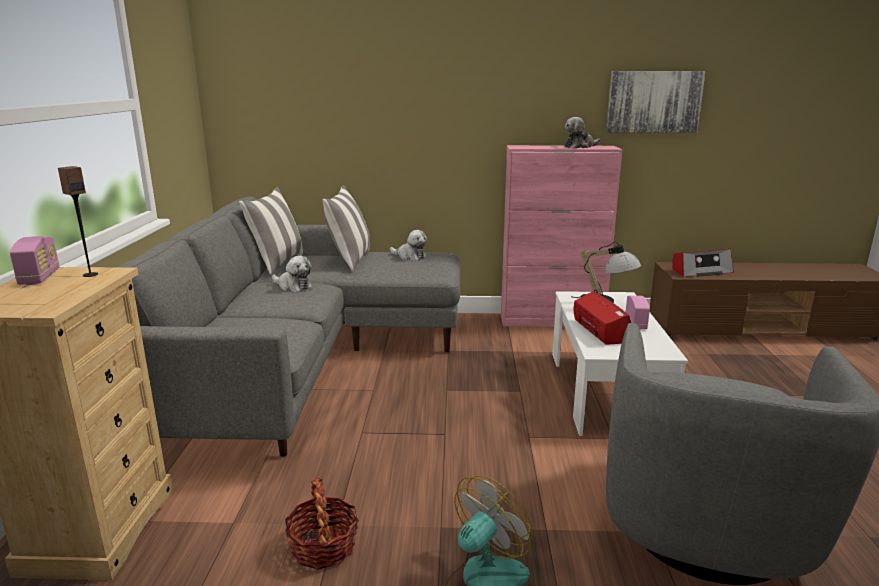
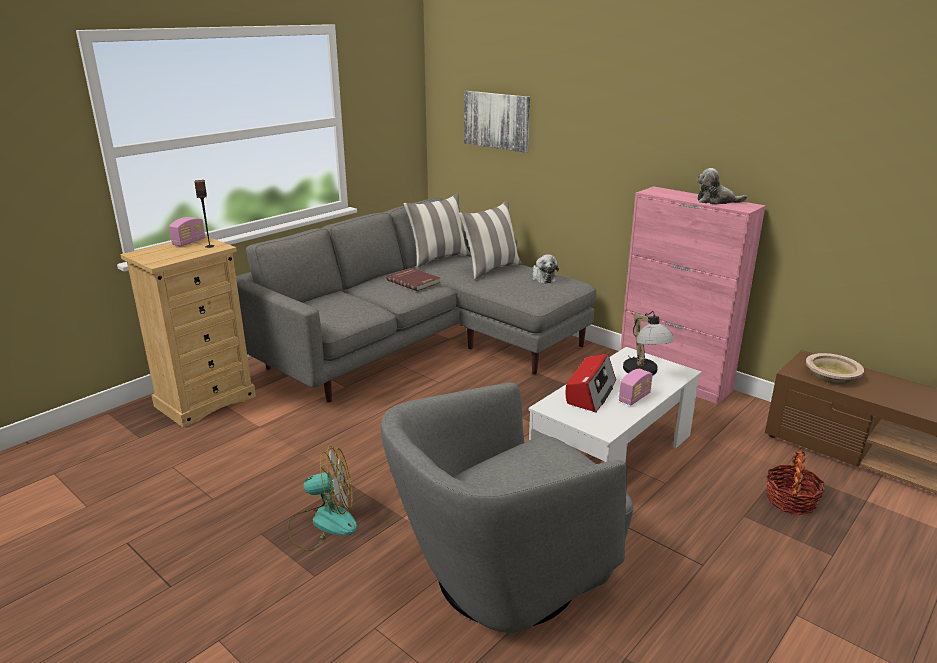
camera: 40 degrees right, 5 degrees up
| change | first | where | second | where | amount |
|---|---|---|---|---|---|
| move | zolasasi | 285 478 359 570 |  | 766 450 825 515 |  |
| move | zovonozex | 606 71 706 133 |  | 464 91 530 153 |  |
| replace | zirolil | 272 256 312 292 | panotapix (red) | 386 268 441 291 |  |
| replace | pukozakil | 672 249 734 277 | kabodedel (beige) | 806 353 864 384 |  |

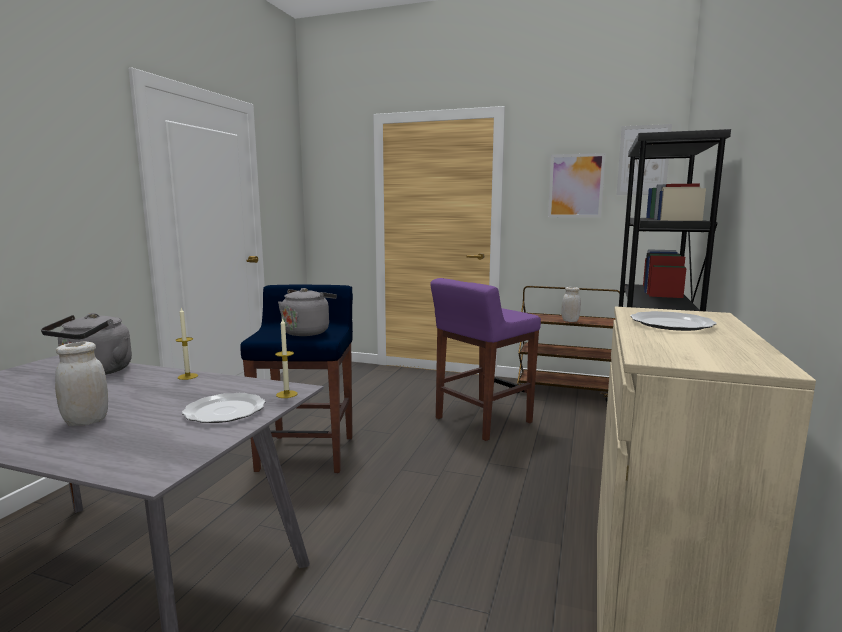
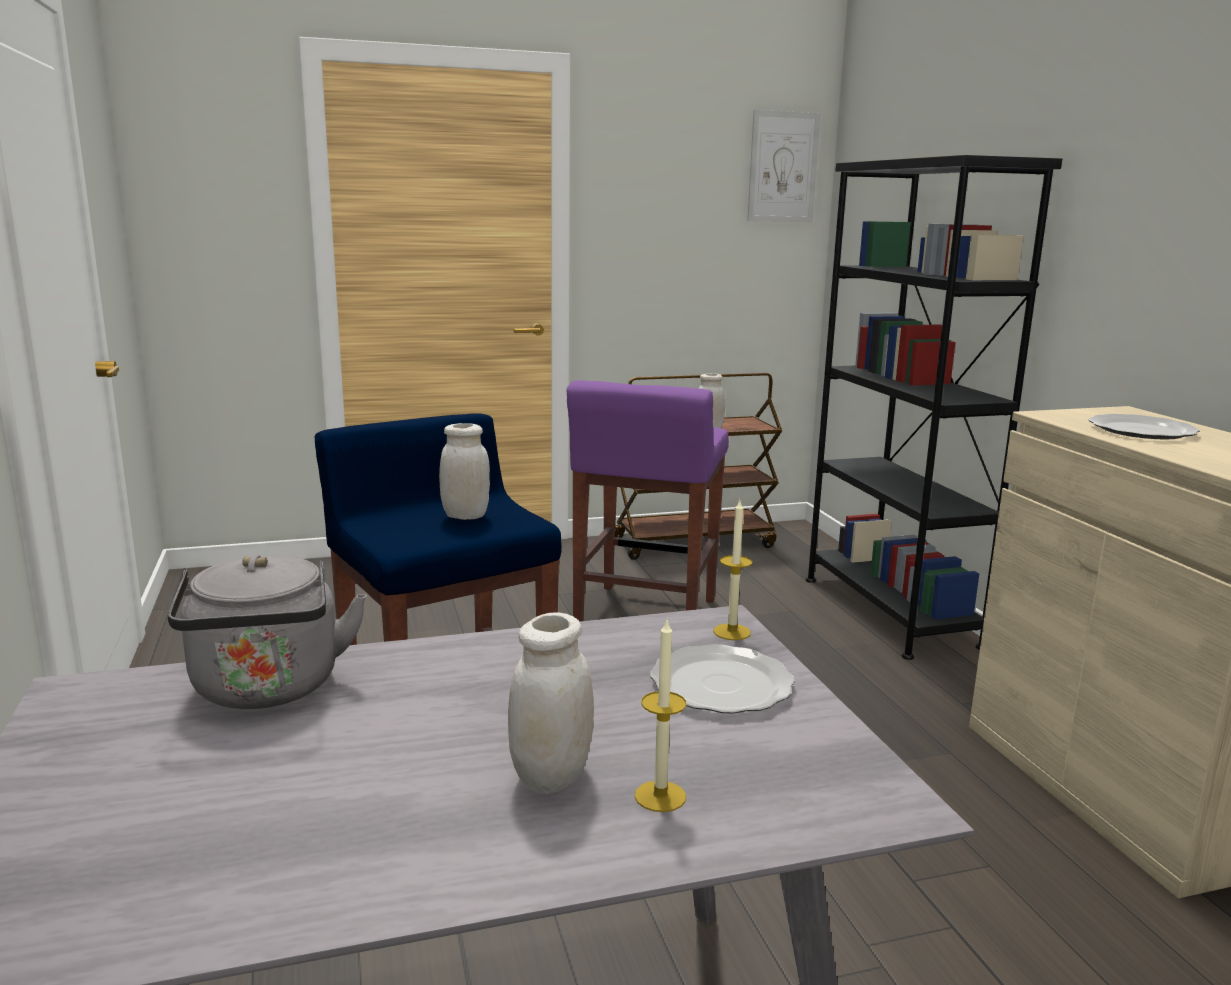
camera: 35 degrees left, 5 degrees up
| change | first | where | second | where | amount |
|---|---|---|---|---|---|
| delete | zovonozex | 548 153 606 218 |  |  |  |
| move | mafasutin | 176 308 198 380 |  | 635 620 686 812 |  |
| replace | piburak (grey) | 278 288 337 336 | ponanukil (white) | 439 423 490 520 |  |

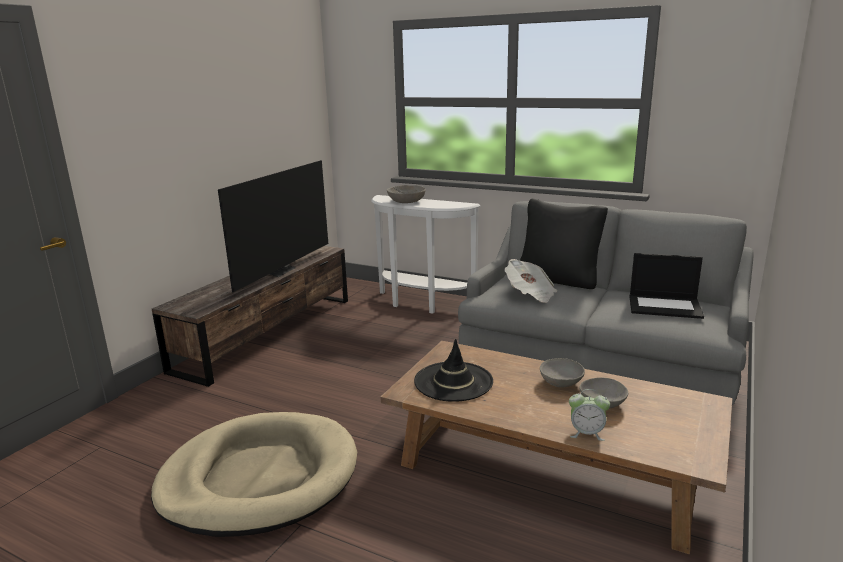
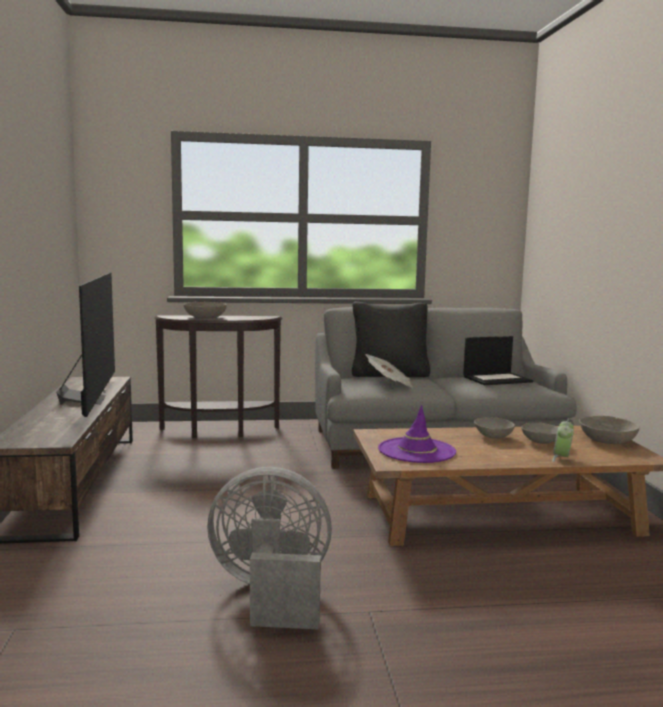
camera: 35 degrees left, 10 degrees down
| change | first | where | second | where | amount |
|---|---|---|---|---|---|
| insert |  |  | kabodedel (grey) | 579 416 639 444 |  |
| replace | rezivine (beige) | 151 412 357 537 | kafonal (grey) | 207 467 332 630 |  |
| recolor | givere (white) | 371 195 480 314 | givere (brown) | 155 315 283 438 |  |
| recolor | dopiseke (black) | 414 339 493 402 | dopiseke (purple) | 378 405 456 463 |  |
| rotate | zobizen | 569 389 610 441 |  | 552 418 574 462 | 135 degrees clockwise |

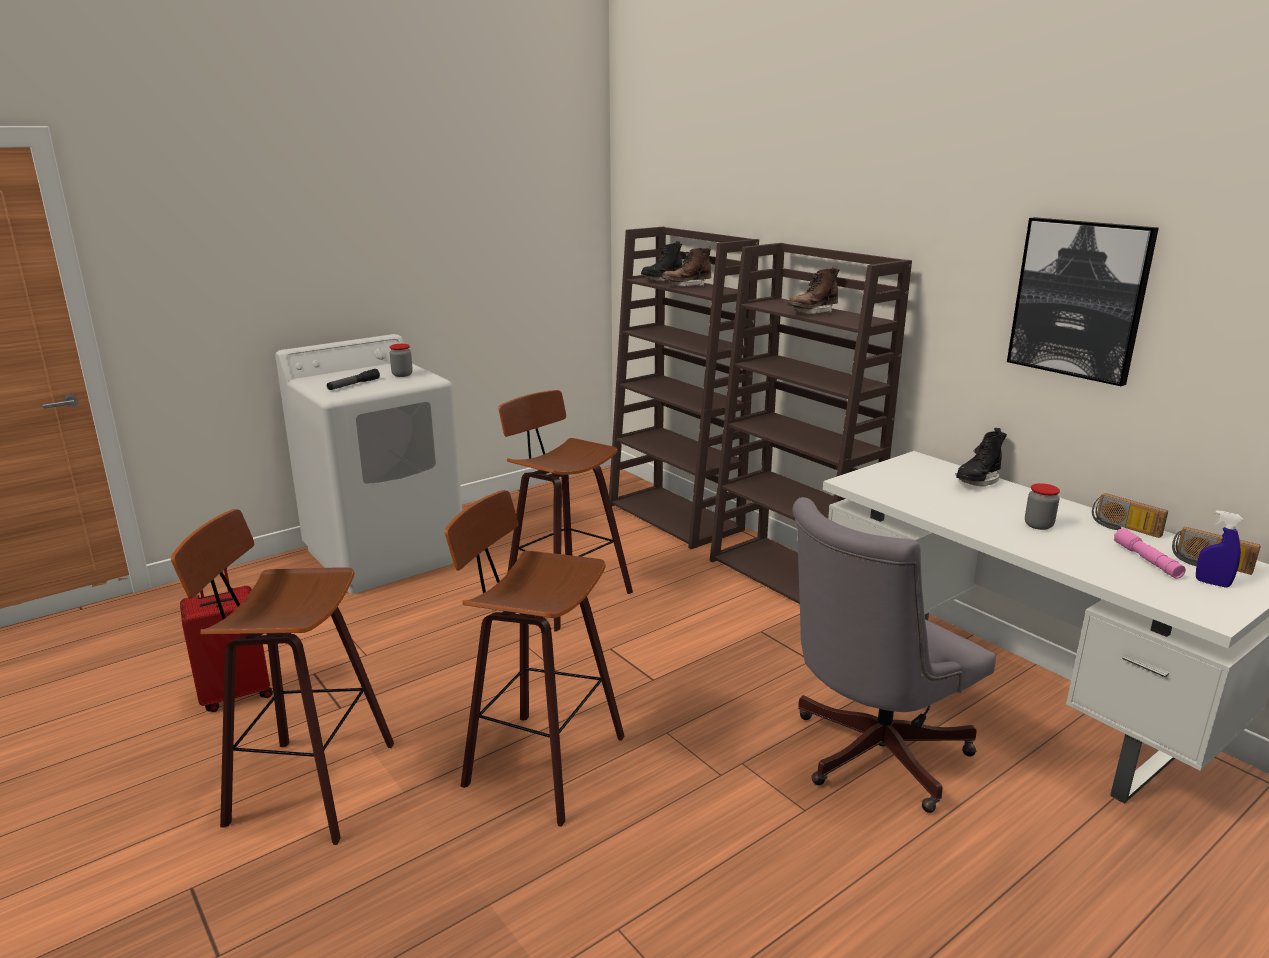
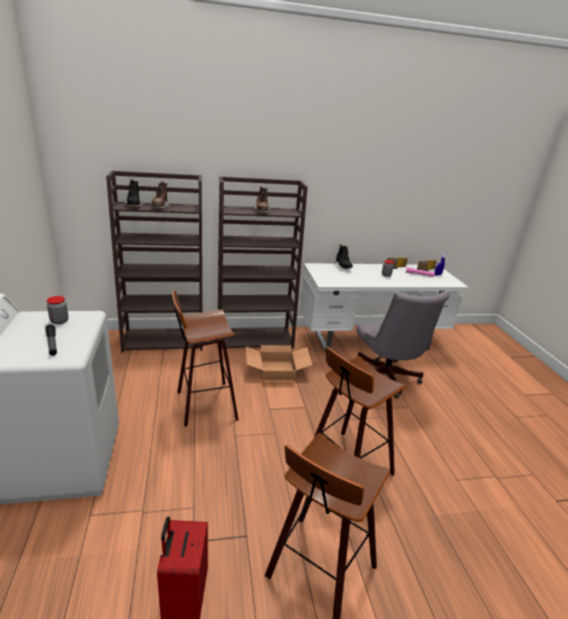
camera: 65 degrees left, 5 degrees up
| change | first | where | second | where | amount |
|---|---|---|---|---|---|
| delete | zovonozex | 1007 217 1159 386 |  |  |  |
| insert |  |  | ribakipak | 246 345 312 380 |  |

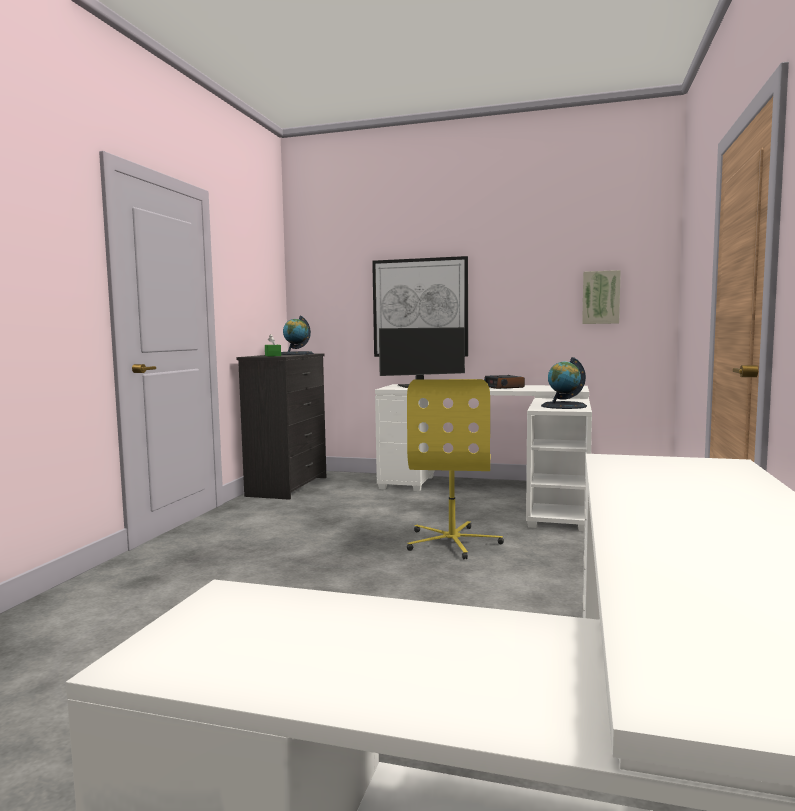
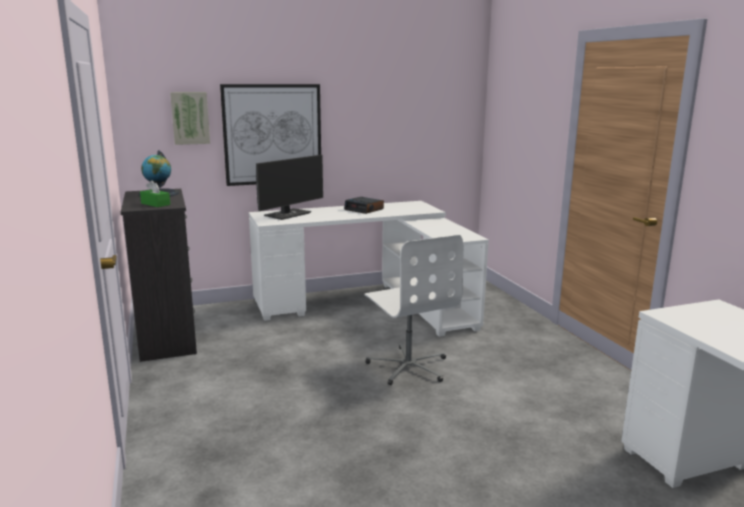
camera: 35 degrees left, 10 degrees up
| change | first | where | second | where | amount |
|---|---|---|---|---|---|
| delete | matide | 541 357 587 409 |  |  |  |
| move | zovonozex | 582 270 621 324 |  | 170 92 210 145 |  |
| recolor | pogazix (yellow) | 407 379 504 559 | pogazix (white) | 364 235 463 385 |  |

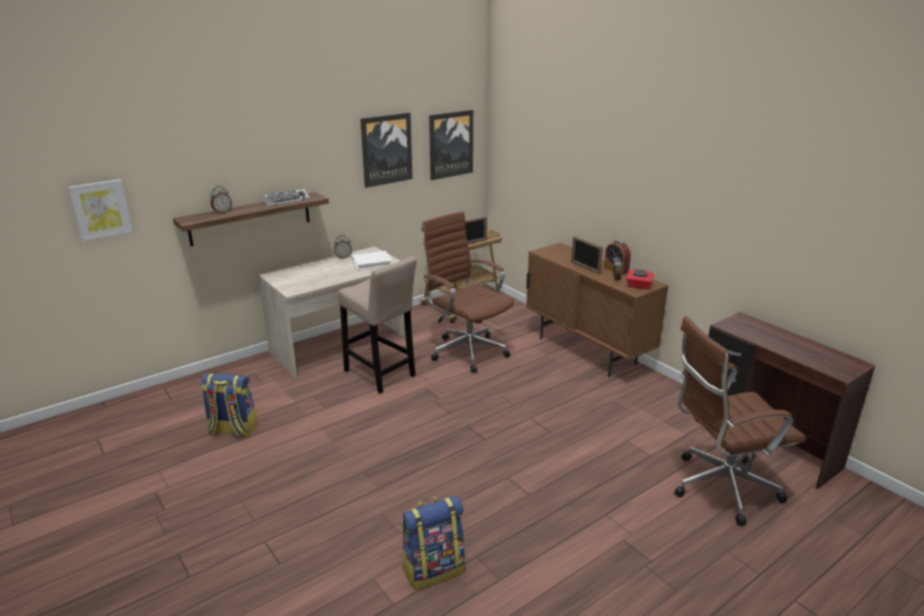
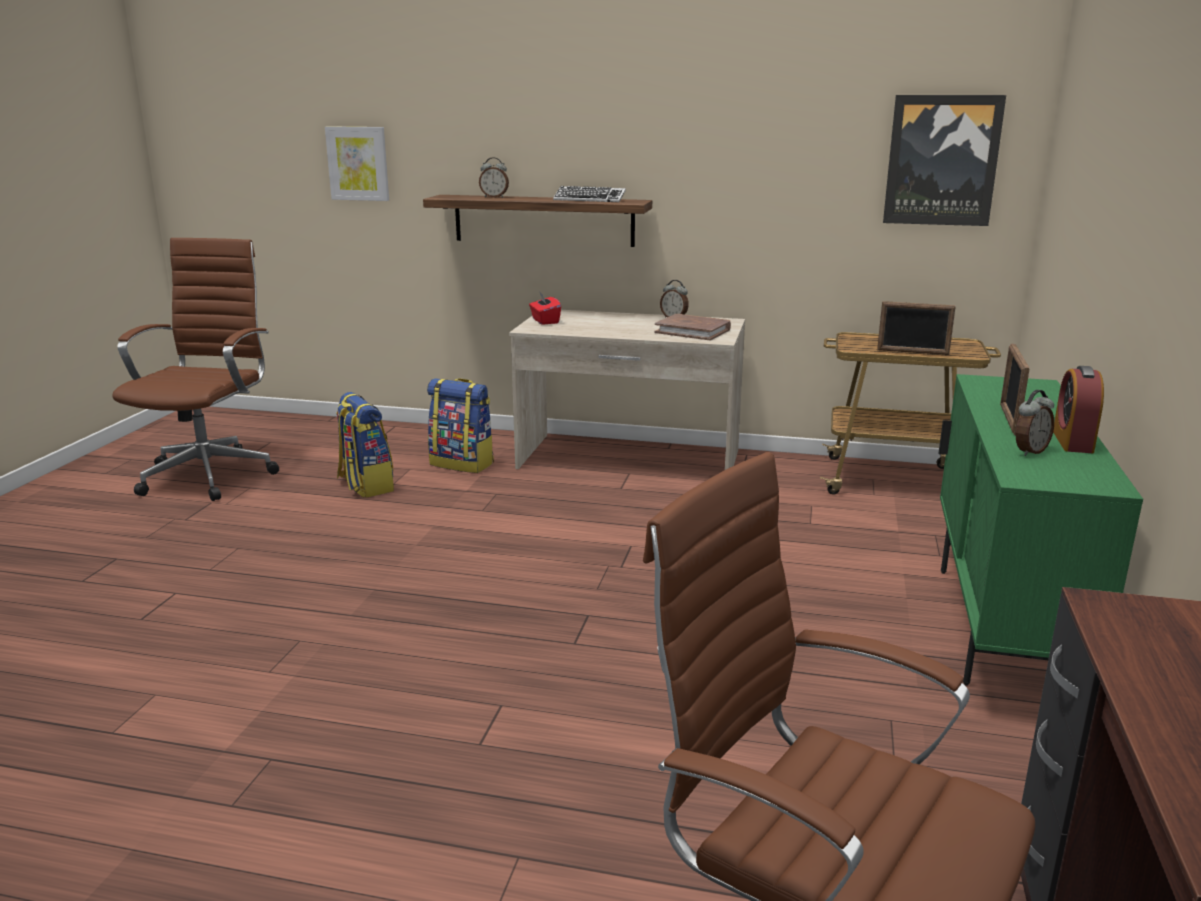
camera: 50 degrees right, 5 degrees down
| change | first | where | second | where | amount |
|---|---|---|---|---|---|
| delete | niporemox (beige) | 338 256 417 394 |  |  |  |
| delete | zovonozex | 361 113 413 188 |  |  |  |
| move | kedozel | 401 496 465 590 |  | 427 378 494 473 |  |
| move | pogazix (brown) | 422 211 514 373 |  | 112 238 279 501 |  |
| move | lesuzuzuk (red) | 627 269 654 290 |  | 529 292 561 325 |  |
| recolor | panotapix (white) | 352 251 393 270 | panotapix (brown) | 654 314 731 340 |  |
| recolor | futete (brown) | 526 243 668 377 | futete (green) | 938 374 1143 686 |  |

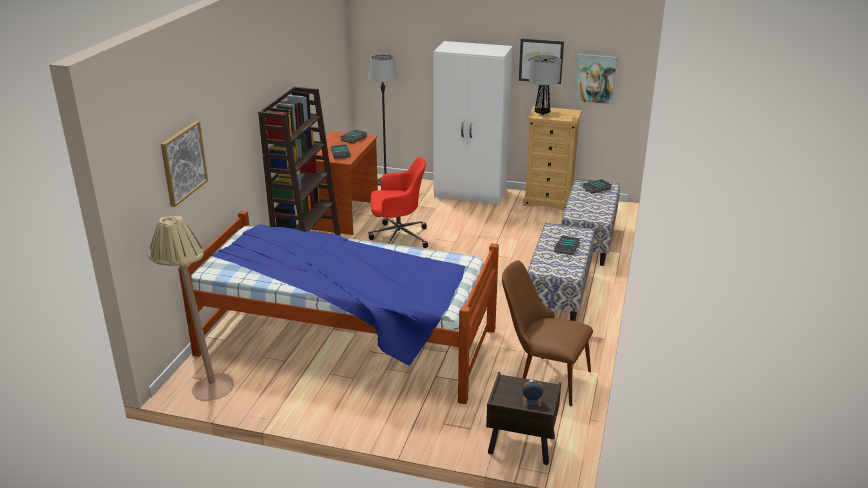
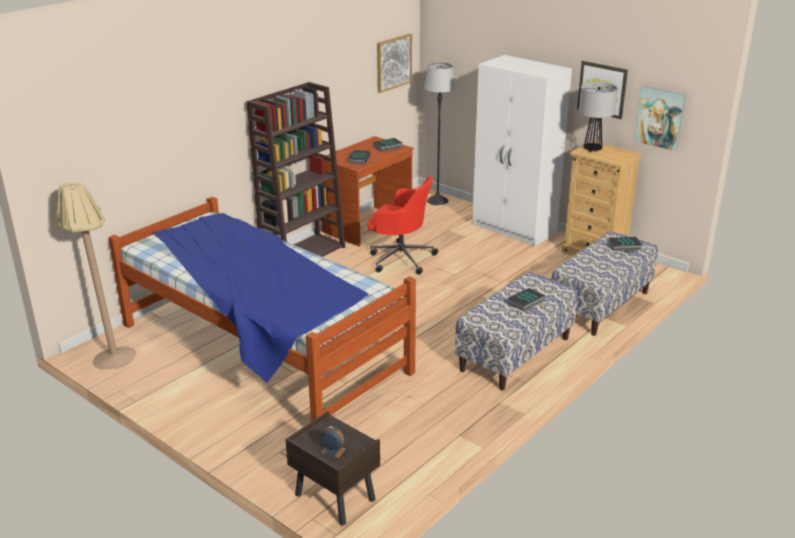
camera: 25 degrees right, 0 degrees up
| change | first | where | second | where | amount |
|---|---|---|---|---|---|
| delete | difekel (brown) | 502 260 593 406 |  |  |  |
| move | zovonozex | 161 121 208 207 |  | 377 34 412 93 |  |

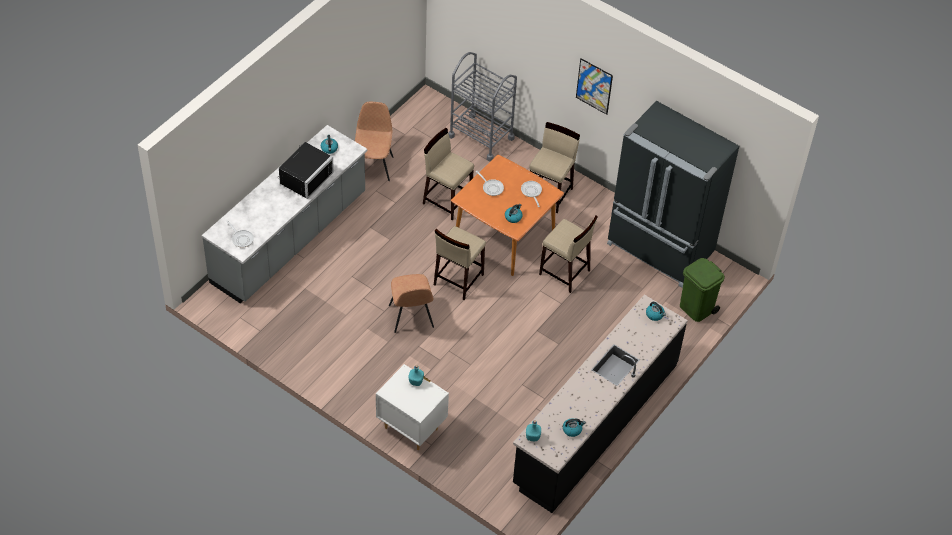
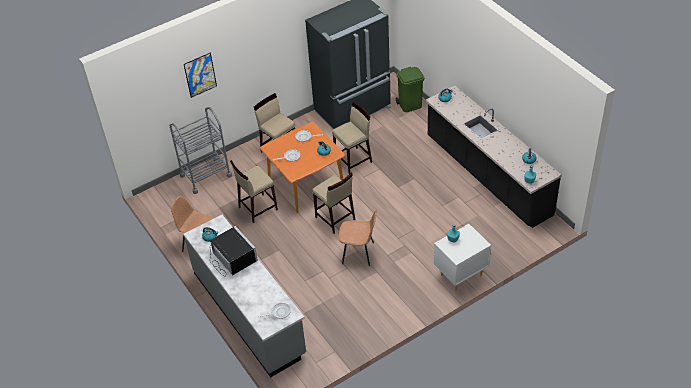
camera: 65 degrees left, 5 degrees down
| change | first | where | second | where | amount |
|---|---|---|---|---|---|
| move | zovonozex | 576 58 613 115 |  | 184 53 217 98 |  |

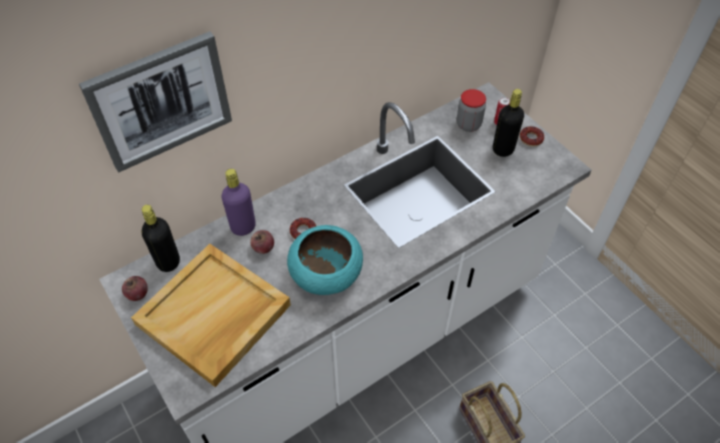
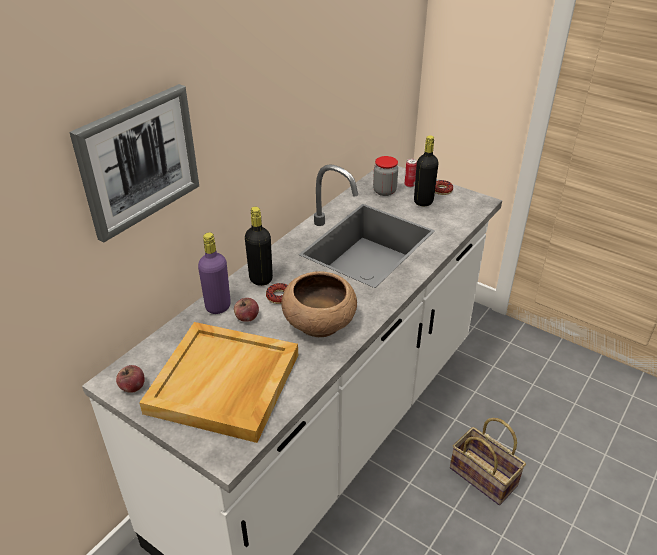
camera: 20 degrees left, 15 degrees down
| change | first | where | second | where | amount |
|---|---|---|---|---|---|
| move | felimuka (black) | 142 205 180 272 |  | 245 207 273 286 |  |
| recolor | kabodedel (turquoise) | 287 225 363 295 | kabodedel (brown) | 281 271 357 337 |  |

